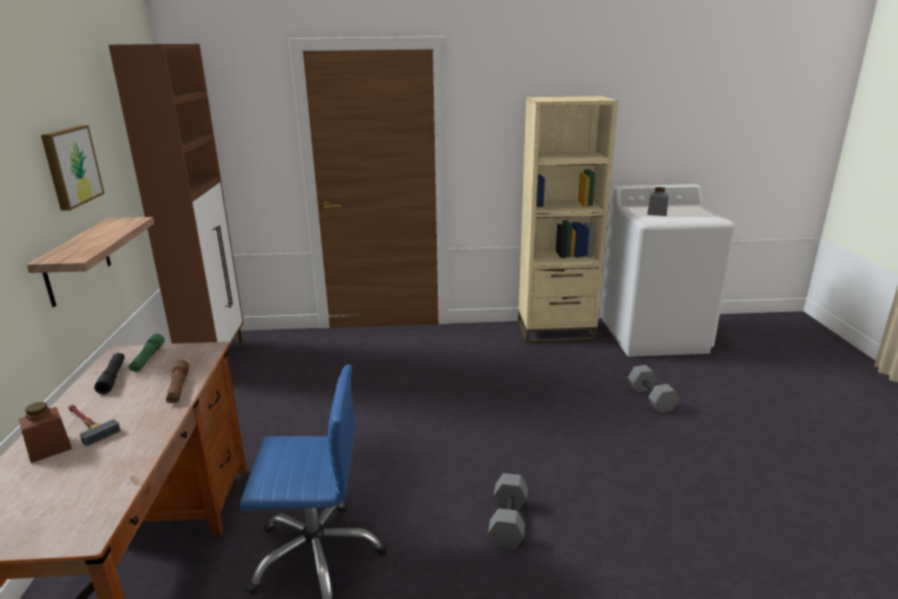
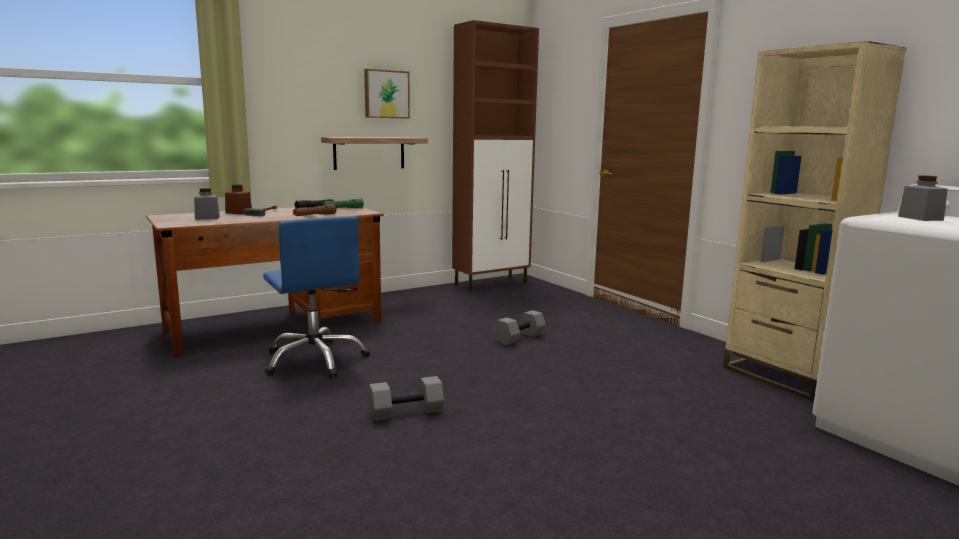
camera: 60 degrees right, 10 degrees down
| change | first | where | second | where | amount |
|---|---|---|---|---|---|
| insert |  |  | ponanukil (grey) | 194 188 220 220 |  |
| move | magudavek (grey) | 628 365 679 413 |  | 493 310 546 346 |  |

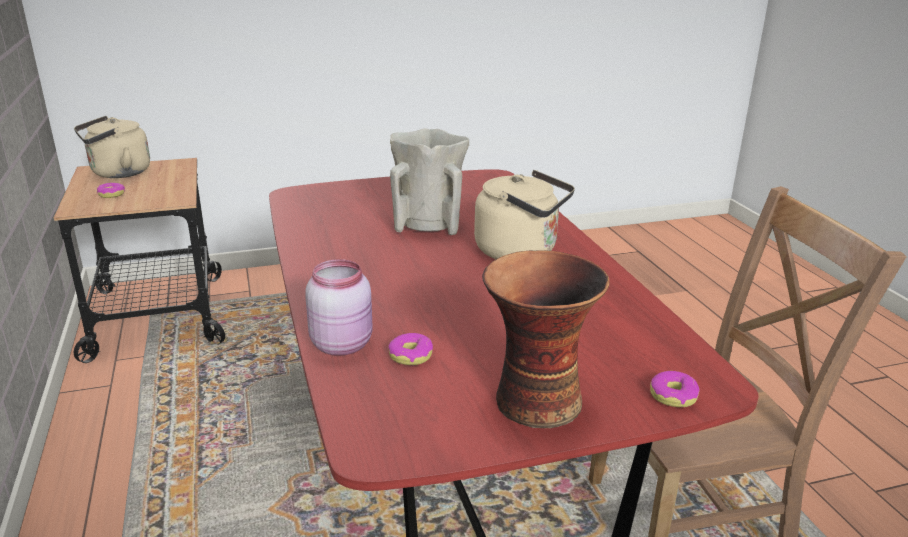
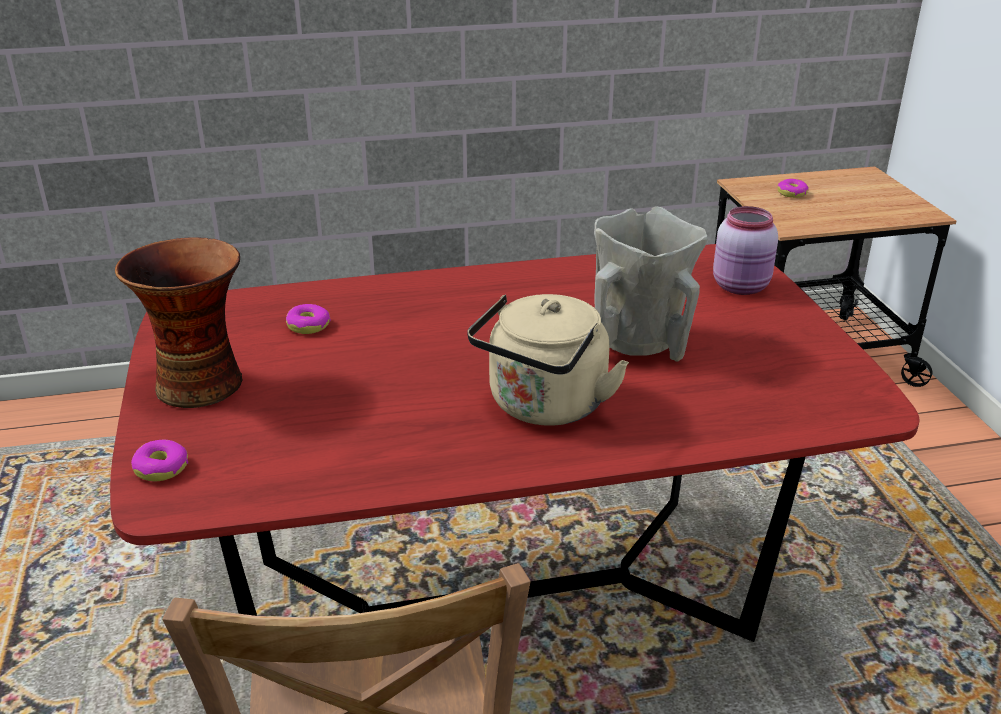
camera: 95 degrees right, 5 degrees up
| change | first | where | second | where | amount |
|---|---|---|---|---|---|
| delete | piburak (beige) | 74 116 150 178 |  |  |  |
| move | ponanukil (pink) | 305 259 373 356 |  | 713 206 778 295 |  |

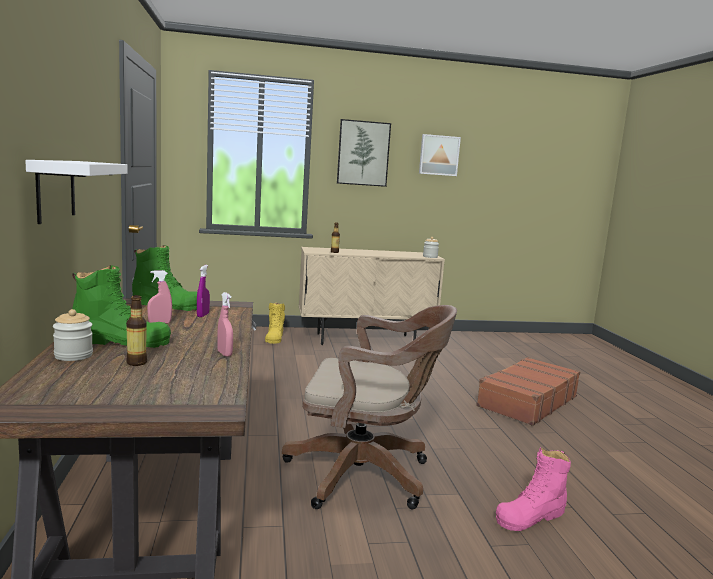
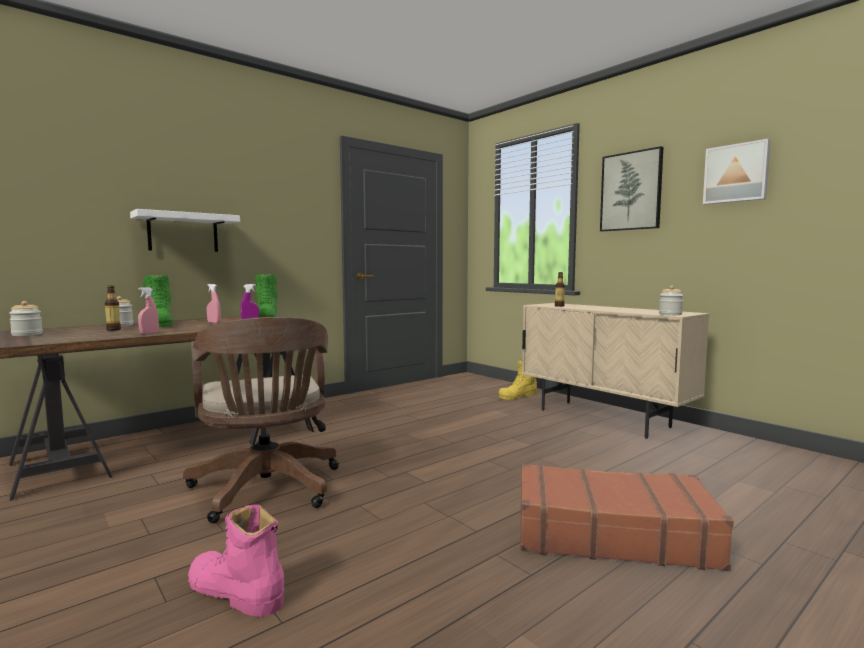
camera: 60 degrees right, 5 degrees down
| change | first | where | second | where | amount |
|---|---|---|---|---|---|
| insert |  |  | ponanukil | 9 301 43 336 |  |

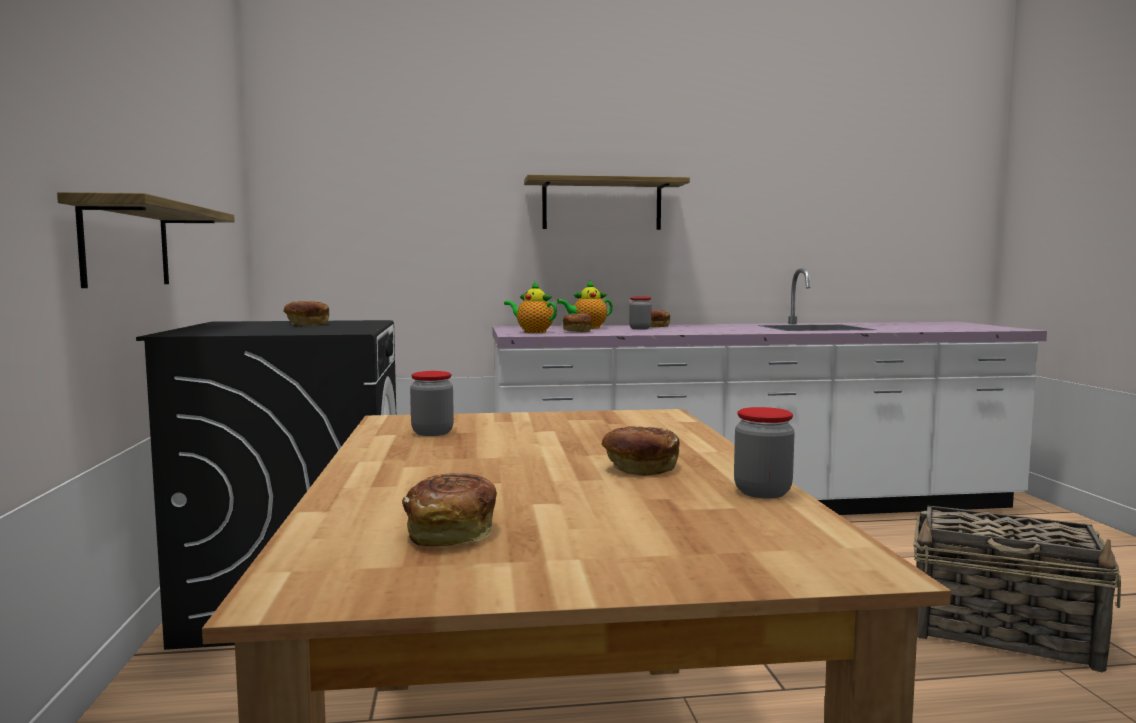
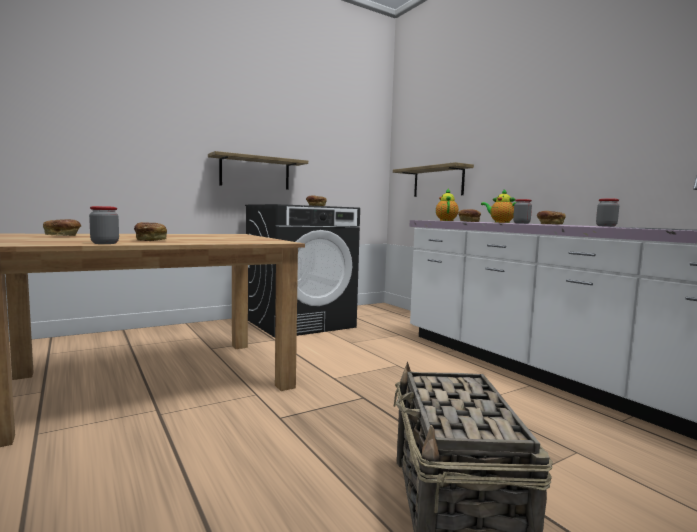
camera: 65 degrees right, 0 degrees up
| change | first | where | second | where | amount |
|---|---|---|---|---|---|
| move | ponanukil | 410 371 454 436 |  | 596 198 619 227 |  |
| move | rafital | 524 175 690 230 |  | 393 162 474 197 |  |

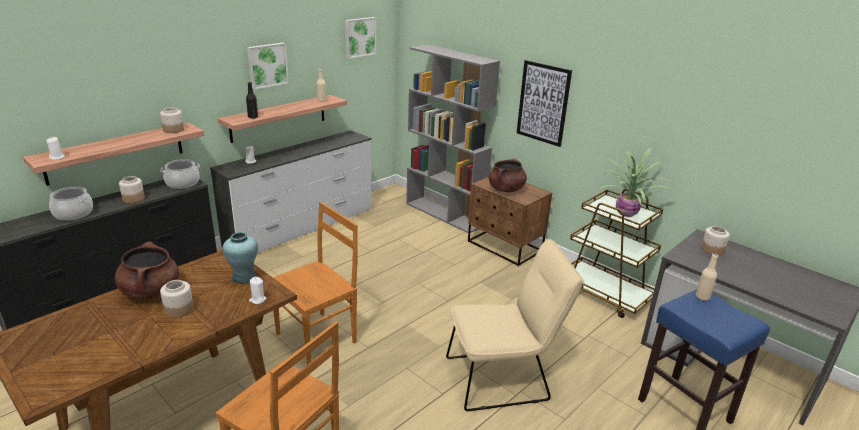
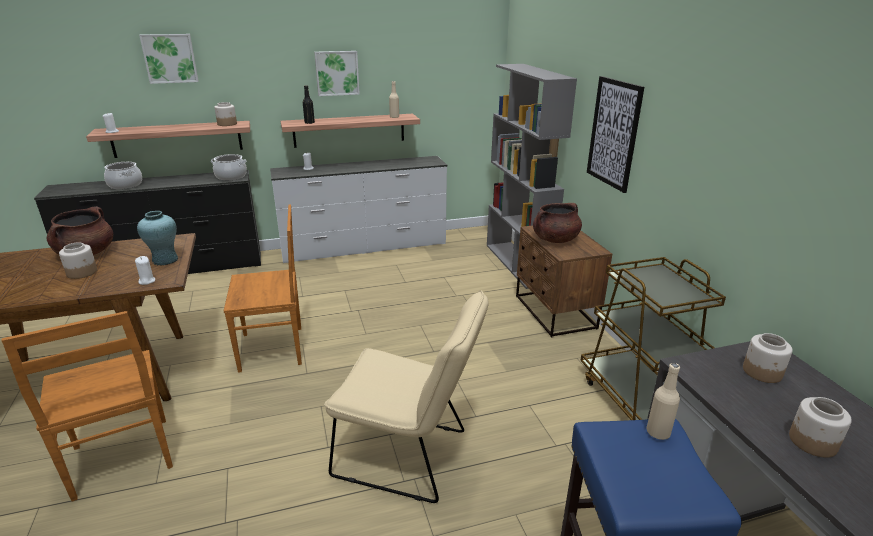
camera: 30 degrees right, 0 degrees up
| change | first | where | second | where | amount |
|---|---|---|---|---|---|
| delete | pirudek | 600 149 675 217 |  |  |  |
| move | ponanukil | 119 176 145 203 |  | 789 397 852 458 |  |
| move | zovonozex | 345 17 376 59 |  | 139 34 199 84 |  |

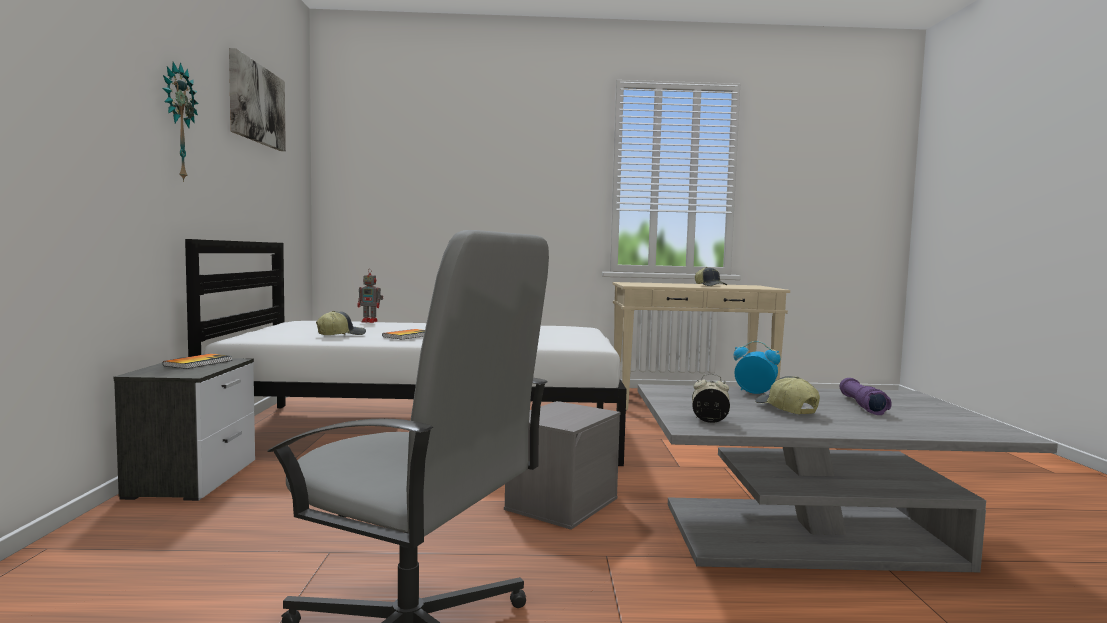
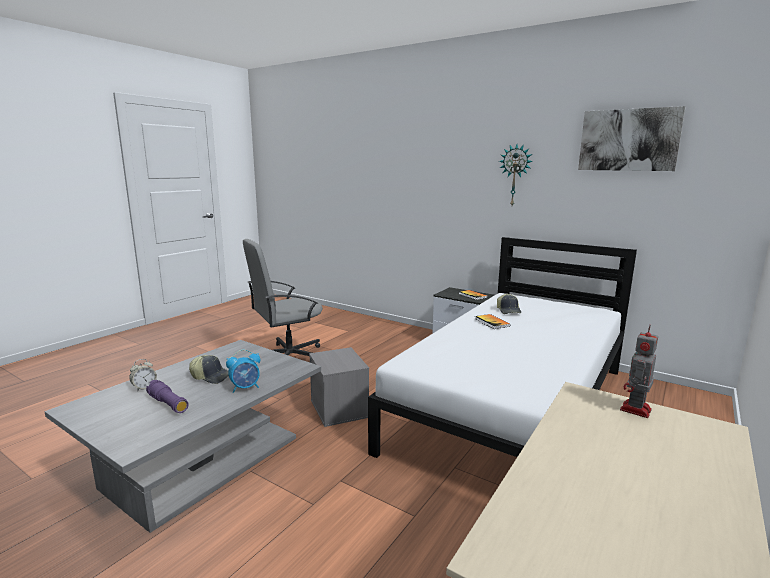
camera: 125 degrees right, 10 degrees up
| change | first | where | second | where | amount |
|---|---|---|---|---|---|
| delete | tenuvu | 695 267 727 286 |  |  |  |
| move | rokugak | 358 269 383 323 |  | 620 325 658 418 |  |
| move | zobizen | 692 374 730 423 |  | 129 359 157 392 |  |

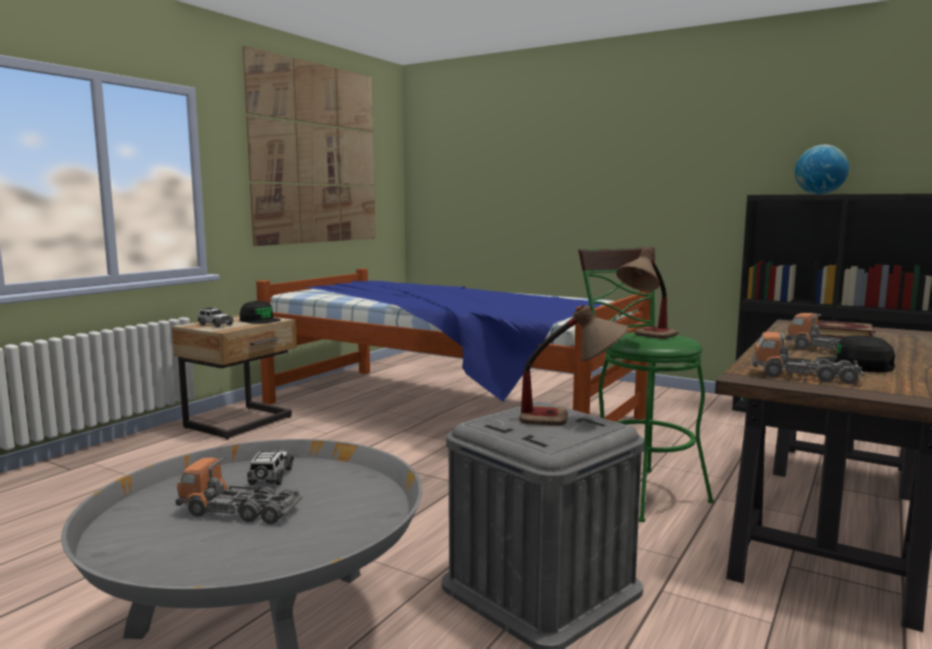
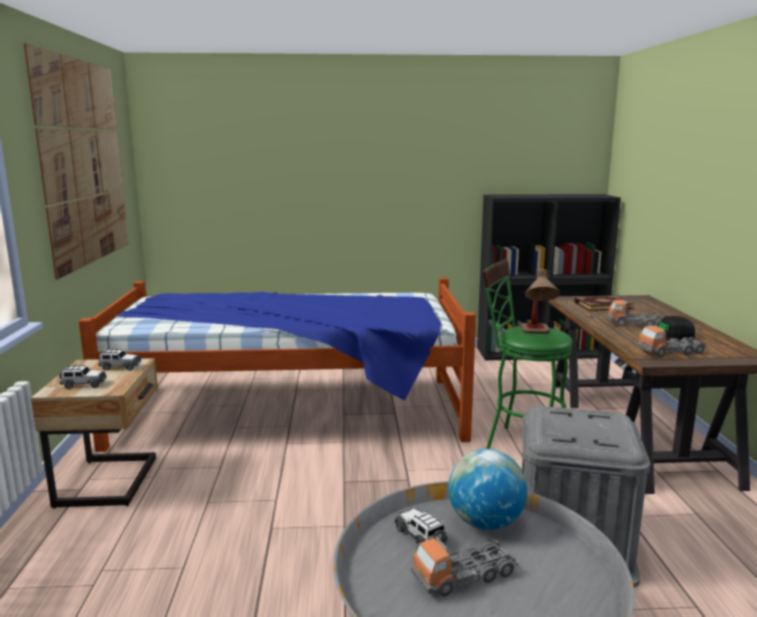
camera: 35 degrees left, 5 degrees up
| change | first | where | second | where | amount |
|---|---|---|---|---|---|
| delete | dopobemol | 519 305 629 426 |  |  |  |
| move | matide | 795 145 849 194 |  | 448 449 527 530 |  |
| replace | tenuvu (black) | 240 301 281 324 | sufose | 98 349 141 371 |  |

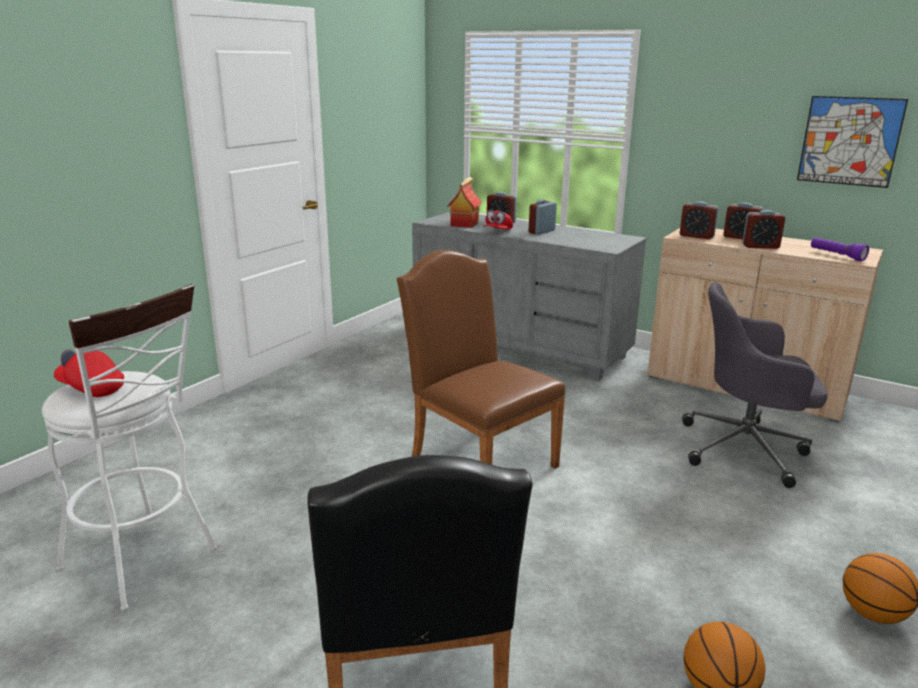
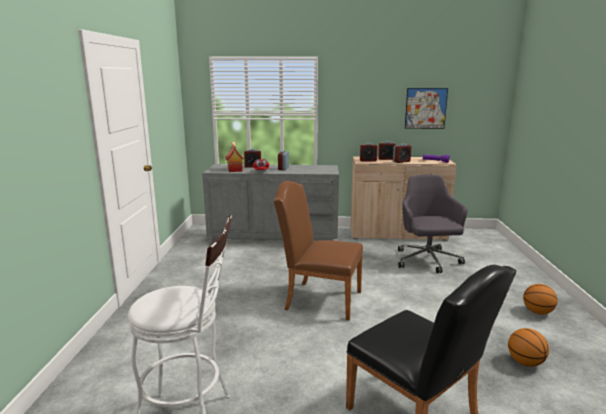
camera: 30 degrees left, 5 degrees down
| change | first | where | second | where | amount |
|---|---|---|---|---|---|
| delete | tenuvu (red) | 54 349 124 397 |  |  |  |
| rotate | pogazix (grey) | 682 282 828 488 |  | 398 174 468 273 | 105 degrees clockwise |

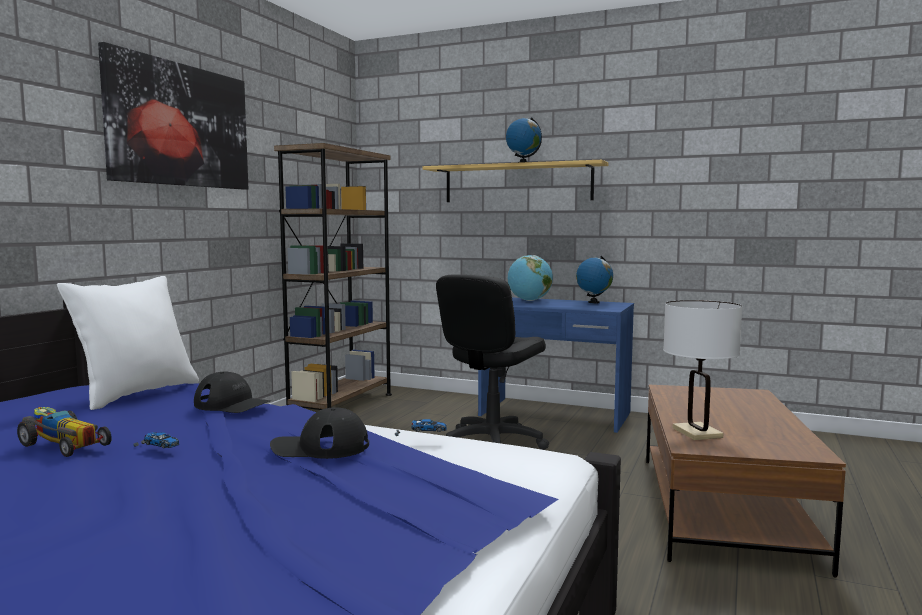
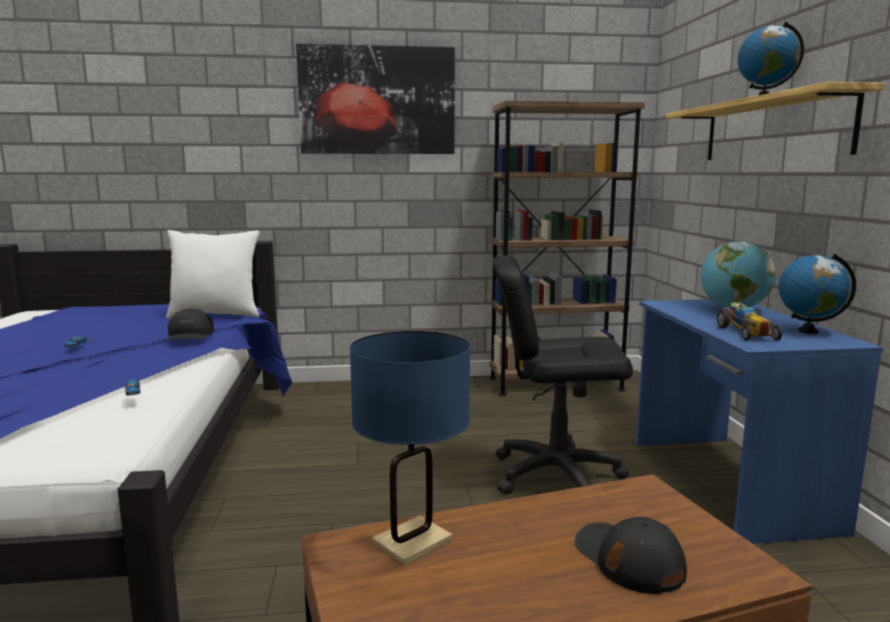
camera: 60 degrees right, 5 degrees up
| change | first | where | second | where | amount |
|---|---|---|---|---|---|
| move | sufose | 17 407 112 457 |  | 717 302 782 340 |  |
| move | tenuvu (black) | 270 407 369 459 |  | 575 517 687 594 |  |
| recolor | dopobemol (white) | 663 300 742 440 | dopobemol (blue) | 350 331 470 566 |  |

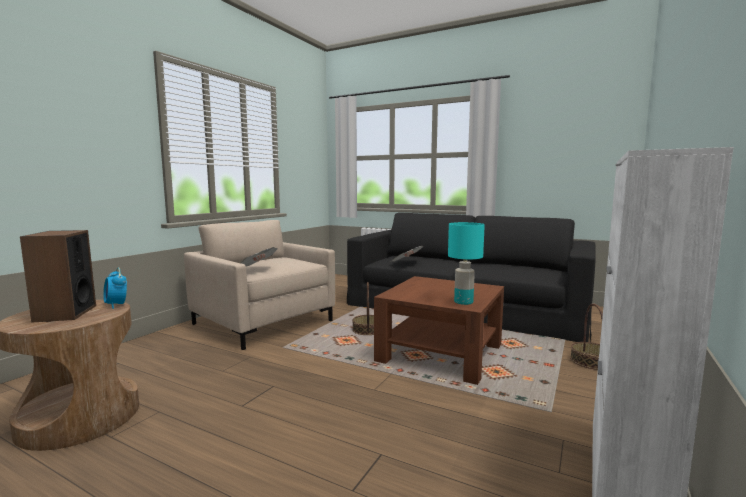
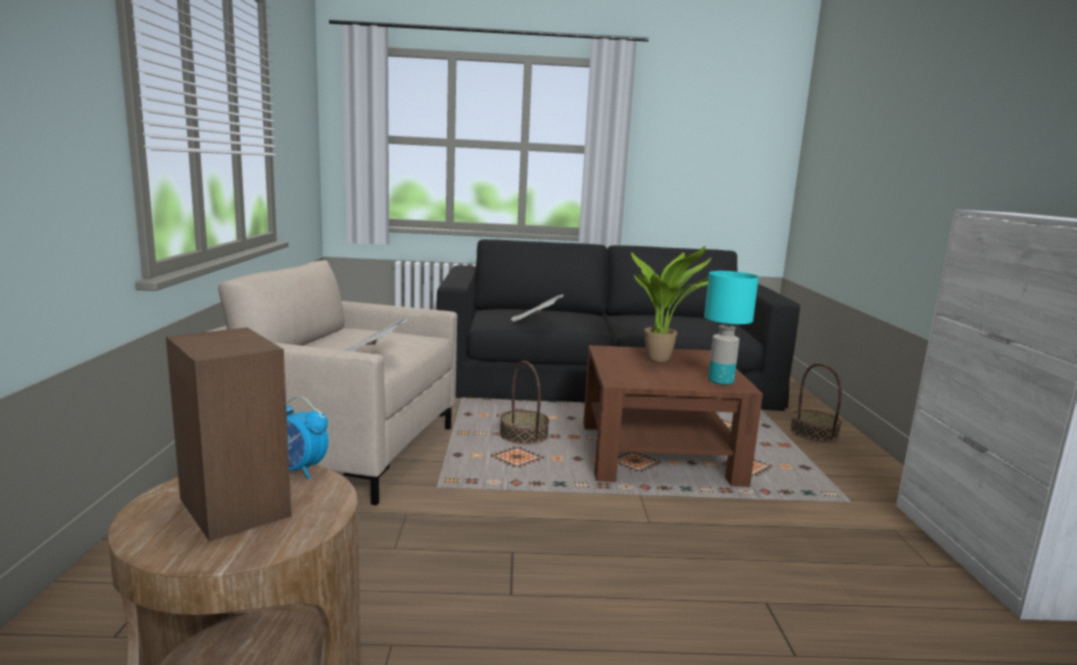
camera: 30 degrees left, 5 degrees up
| change | first | where | second | where | amount |
|---|---|---|---|---|---|
| insert |  |  | pirudek | 631 246 712 362 |  |

